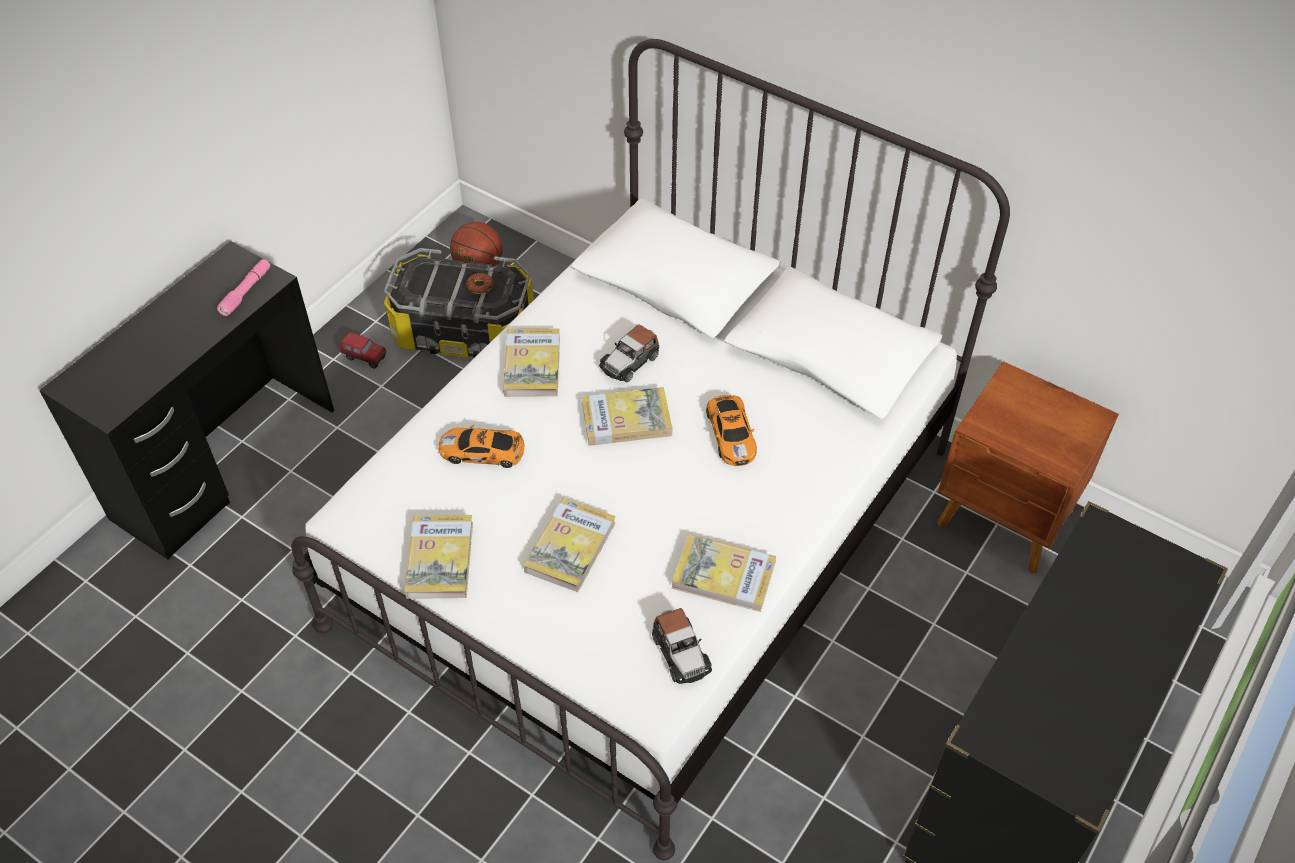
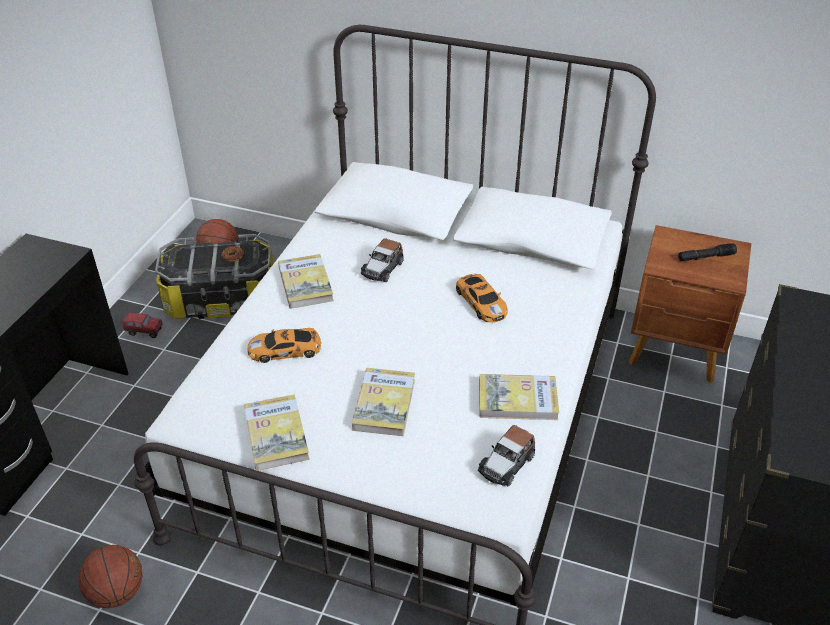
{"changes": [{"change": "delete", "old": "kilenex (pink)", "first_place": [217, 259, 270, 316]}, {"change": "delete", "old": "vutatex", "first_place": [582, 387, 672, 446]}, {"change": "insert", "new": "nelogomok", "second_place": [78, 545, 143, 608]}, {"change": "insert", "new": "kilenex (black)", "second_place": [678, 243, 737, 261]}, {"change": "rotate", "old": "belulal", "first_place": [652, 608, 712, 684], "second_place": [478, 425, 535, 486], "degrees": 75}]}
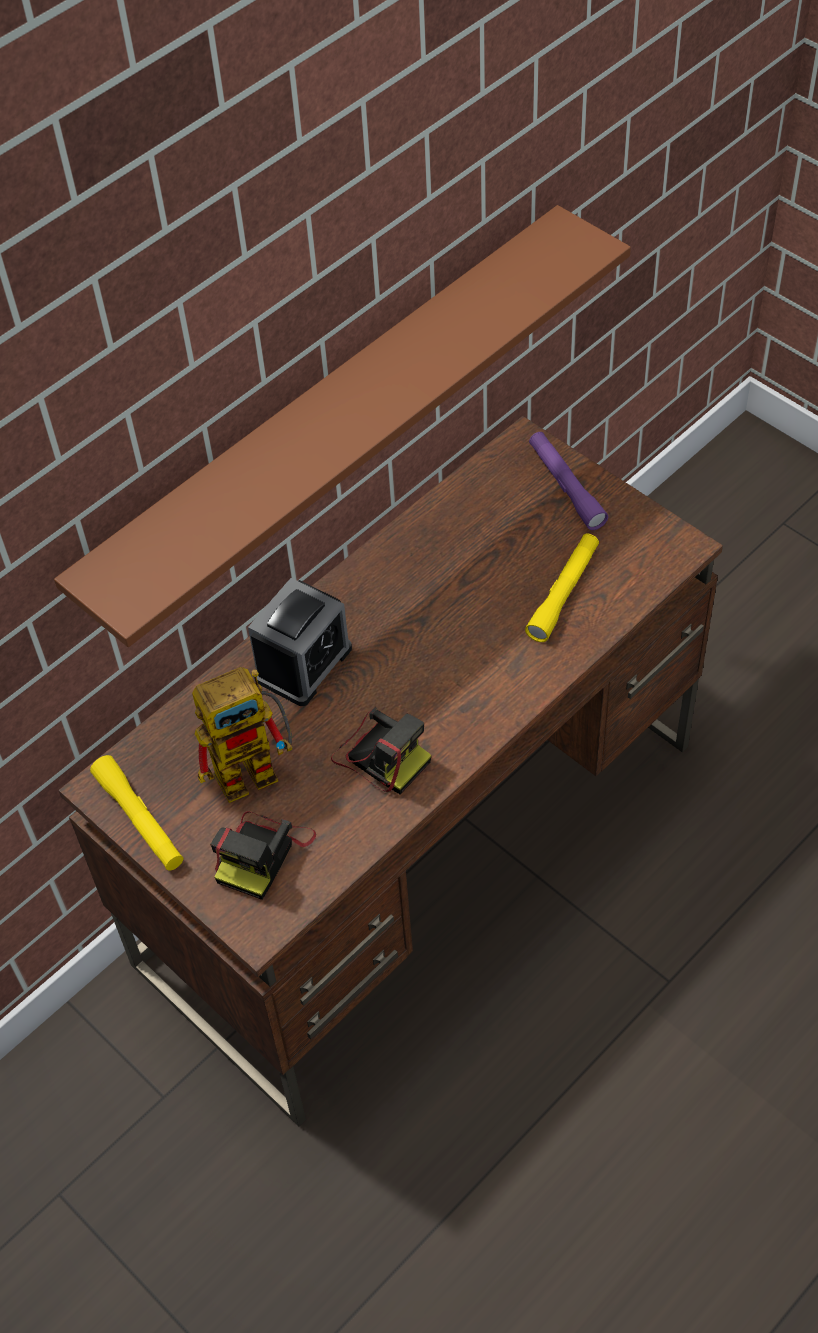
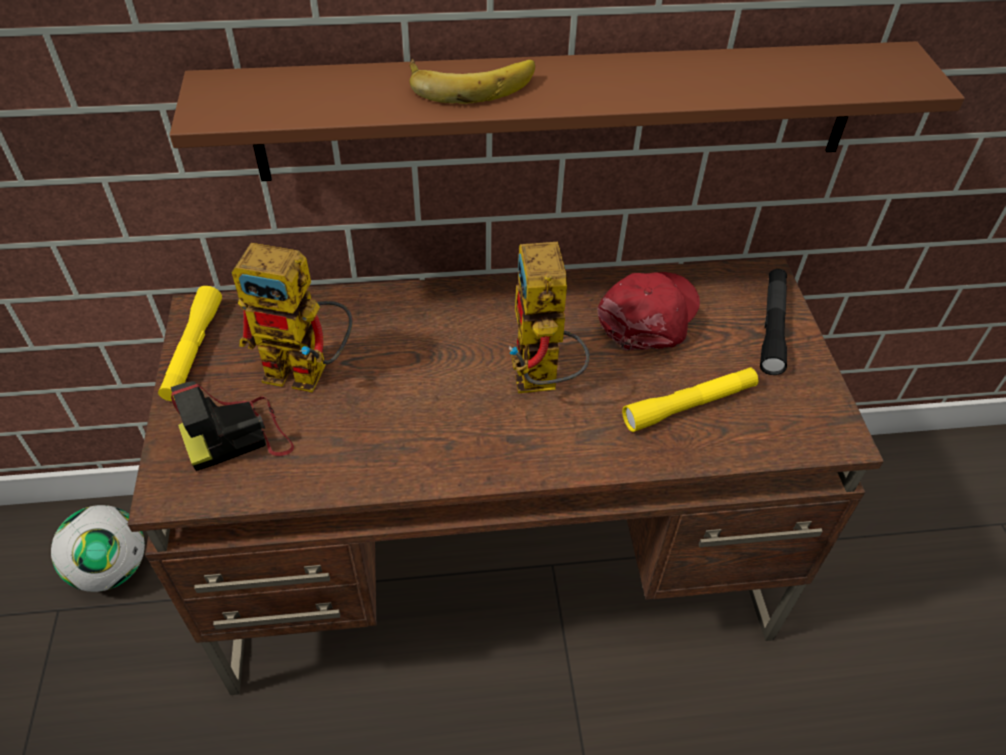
{"changes": [{"change": "delete", "old": "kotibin", "first_place": [248, 578, 352, 706]}, {"change": "delete", "old": "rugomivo", "first_place": [331, 707, 431, 795]}, {"change": "insert", "new": "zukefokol", "second_place": [51, 505, 145, 592]}, {"change": "insert", "new": "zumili", "second_place": [409, 58, 535, 104]}, {"change": "insert", "new": "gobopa", "second_place": [509, 242, 590, 393]}, {"change": "insert", "new": "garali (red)", "second_place": [597, 272, 700, 351]}, {"change": "recolor", "old": "kilenex (purple)", "new": "kilenex (black)", "first_place": [529, 432, 608, 530], "second_place": [760, 269, 787, 375]}]}
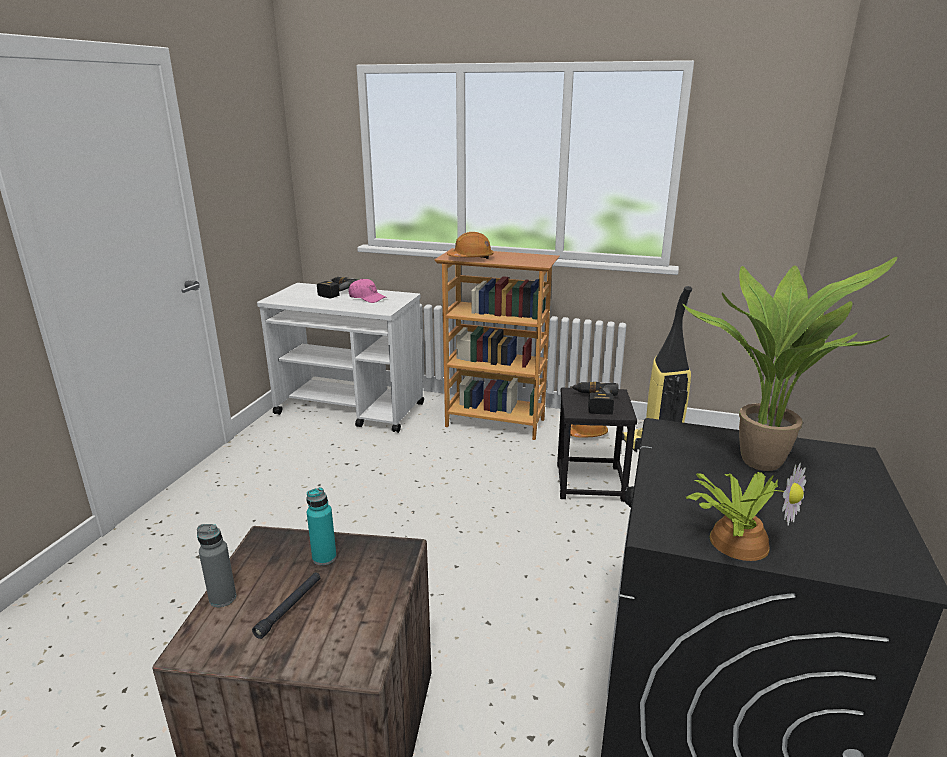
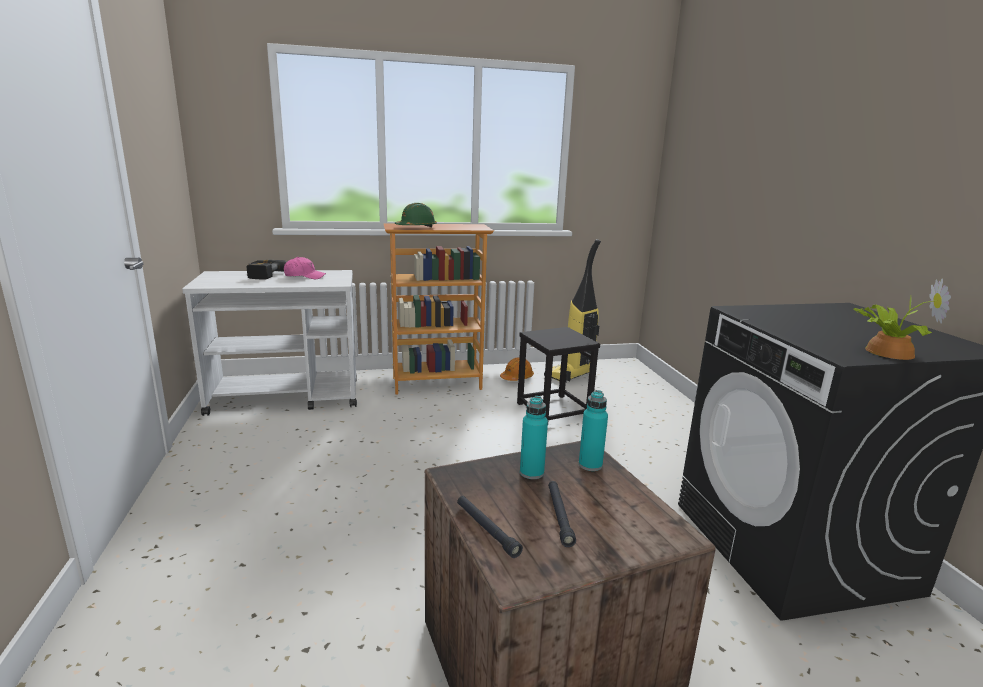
{"changes": [{"change": "delete", "old": "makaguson", "first_place": [570, 382, 619, 415]}, {"change": "delete", "old": "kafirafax", "first_place": [682, 257, 897, 471]}, {"change": "insert", "new": "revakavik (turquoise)", "second_place": [579, 390, 608, 471]}, {"change": "replace", "old": "revakavik (grey)", "new": "kilenex (black)", "first_place": [197, 524, 236, 607], "second_place": [457, 496, 523, 558]}, {"change": "recolor", "old": "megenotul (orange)", "new": "megenotul (green)", "first_place": [447, 232, 494, 259], "second_place": [395, 203, 437, 228]}]}
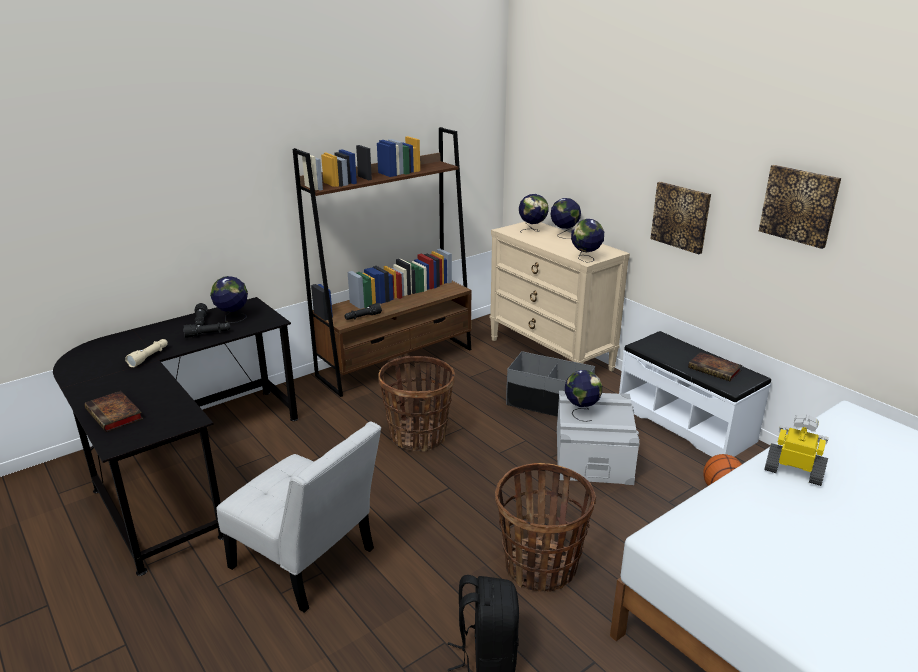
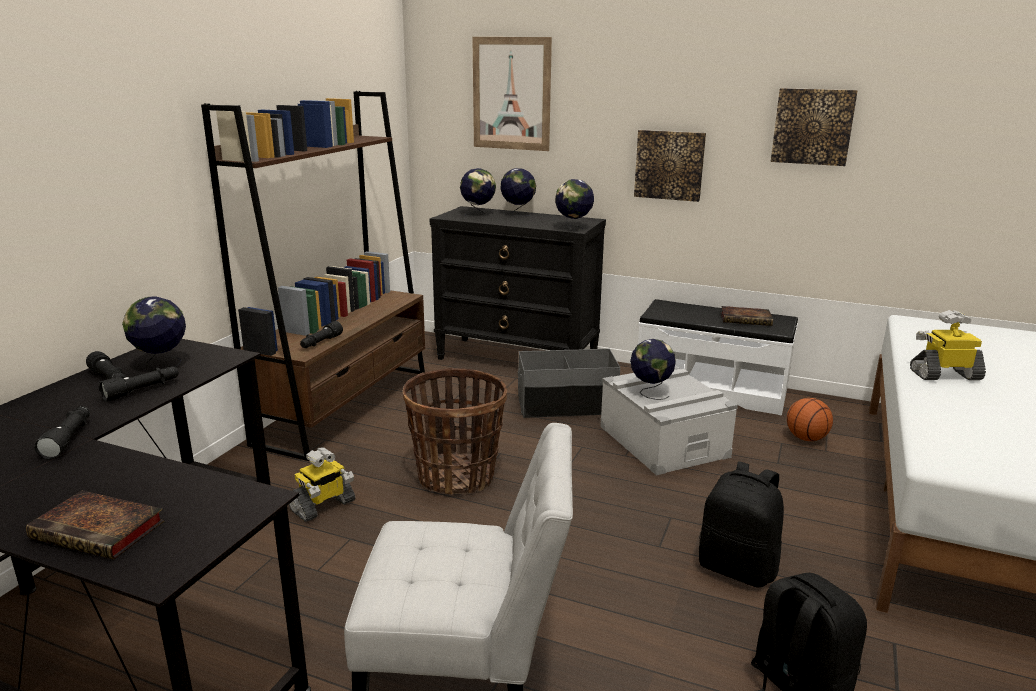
{"changes": [{"change": "insert", "new": "gobopa", "second_place": [289, 448, 356, 522]}, {"change": "insert", "new": "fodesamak", "second_place": [472, 37, 552, 151]}, {"change": "replace", "old": "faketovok", "new": "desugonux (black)", "first_place": [495, 463, 596, 592], "second_place": [699, 462, 784, 588]}, {"change": "recolor", "old": "kilenex (beige)", "new": "kilenex (black)", "first_place": [125, 339, 168, 367], "second_place": [34, 406, 90, 460]}, {"change": "recolor", "old": "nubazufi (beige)", "new": "nubazufi (black)", "first_place": [490, 222, 630, 372], "second_place": [430, 206, 606, 360]}]}
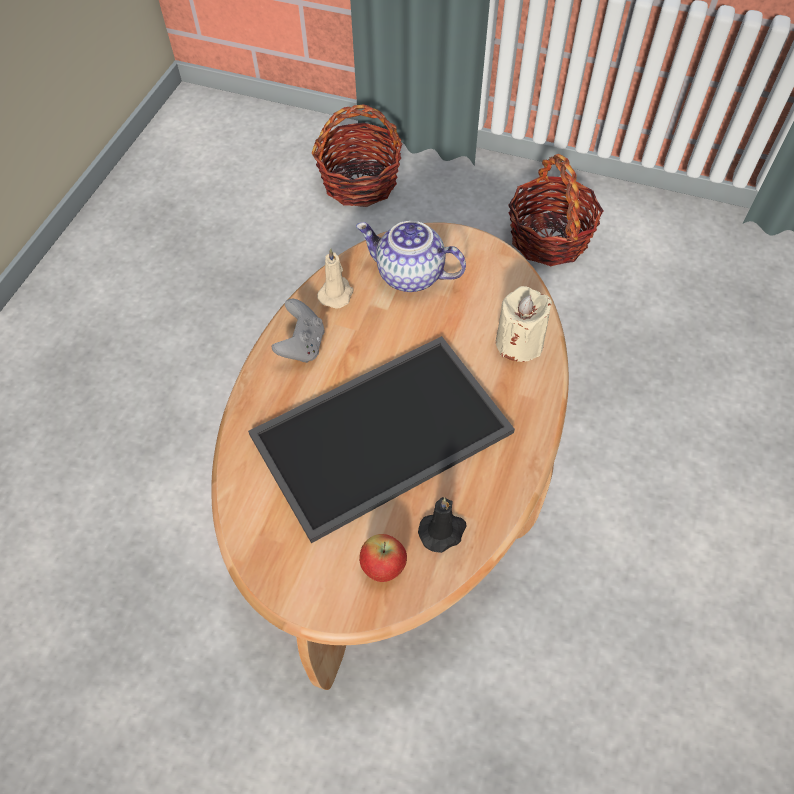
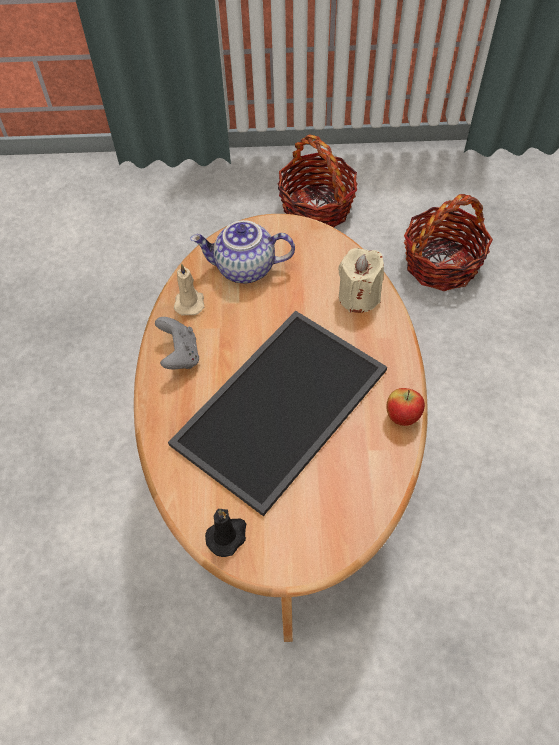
{"changes": [{"change": "move", "old": "faketovok", "first_place": [311, 104, 403, 207], "second_place": [404, 194, 493, 291]}, {"change": "move", "old": "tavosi", "first_place": [359, 534, 407, 582], "second_place": [386, 388, 425, 426]}, {"change": "move", "old": "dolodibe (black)", "first_place": [418, 497, 467, 553], "second_place": [205, 509, 246, 557]}]}
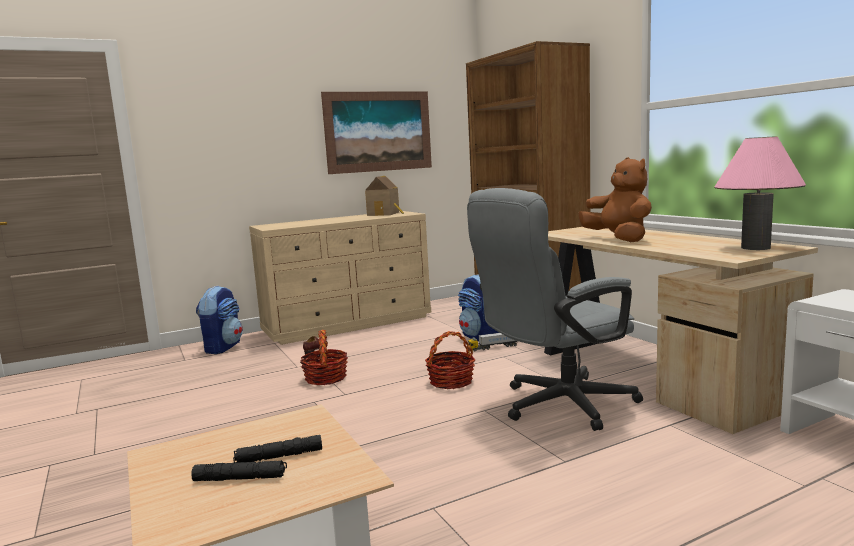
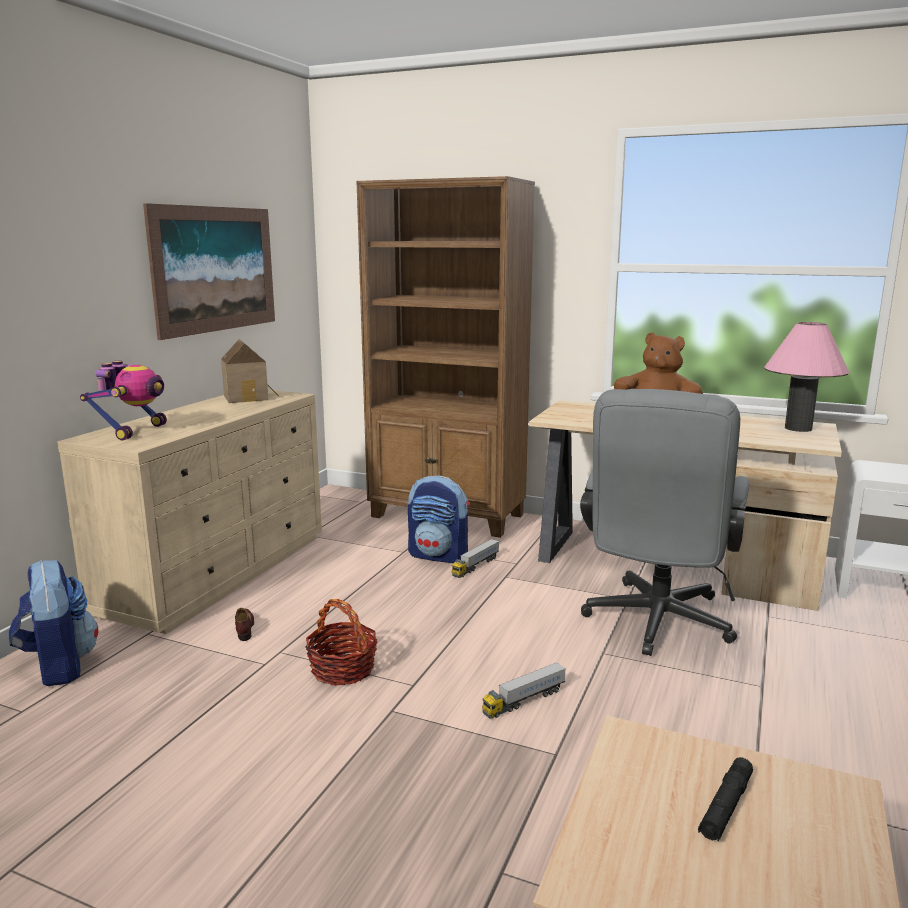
{"changes": [{"change": "delete", "old": "kilenex (black)", "first_place": [191, 460, 287, 481]}, {"change": "delete", "old": "faketovok", "first_place": [425, 331, 475, 389]}, {"change": "insert", "new": "gobopa", "second_place": [80, 361, 167, 441]}, {"change": "insert", "new": "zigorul", "second_place": [482, 662, 566, 719]}]}
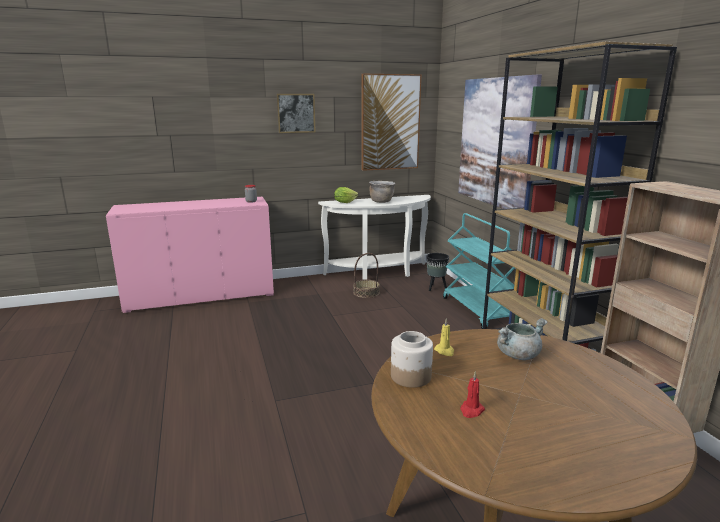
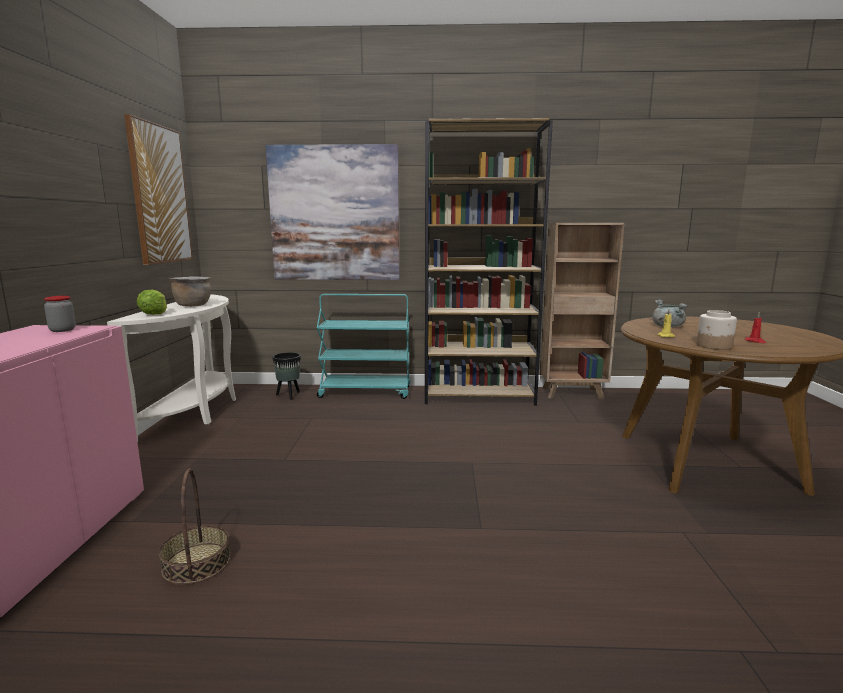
{"changes": [{"change": "delete", "old": "fodesamak", "first_place": [277, 94, 316, 133]}, {"change": "move", "old": "faketovok", "first_place": [353, 253, 380, 298], "second_place": [159, 468, 231, 585]}]}
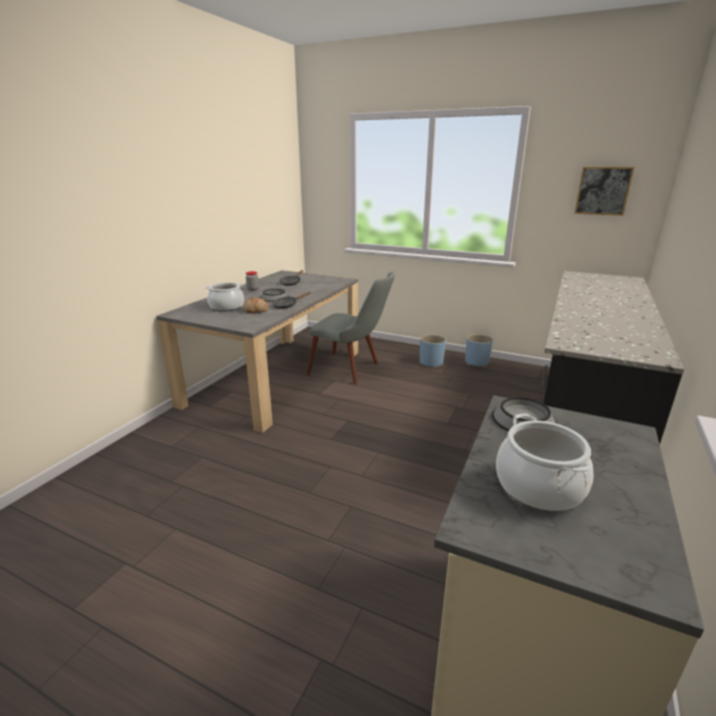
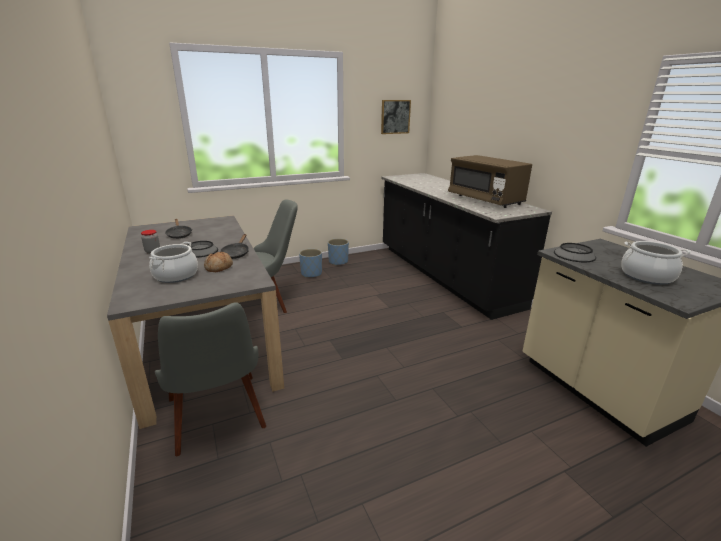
{"changes": [{"change": "insert", "new": "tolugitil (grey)", "second_place": [155, 302, 266, 456]}, {"change": "insert", "new": "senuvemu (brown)", "second_place": [448, 155, 532, 208]}]}
